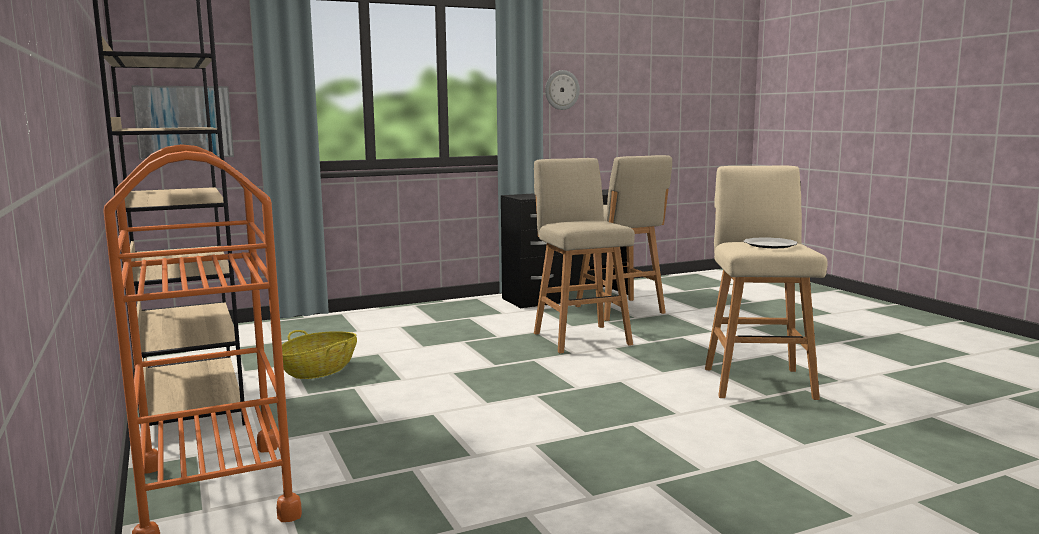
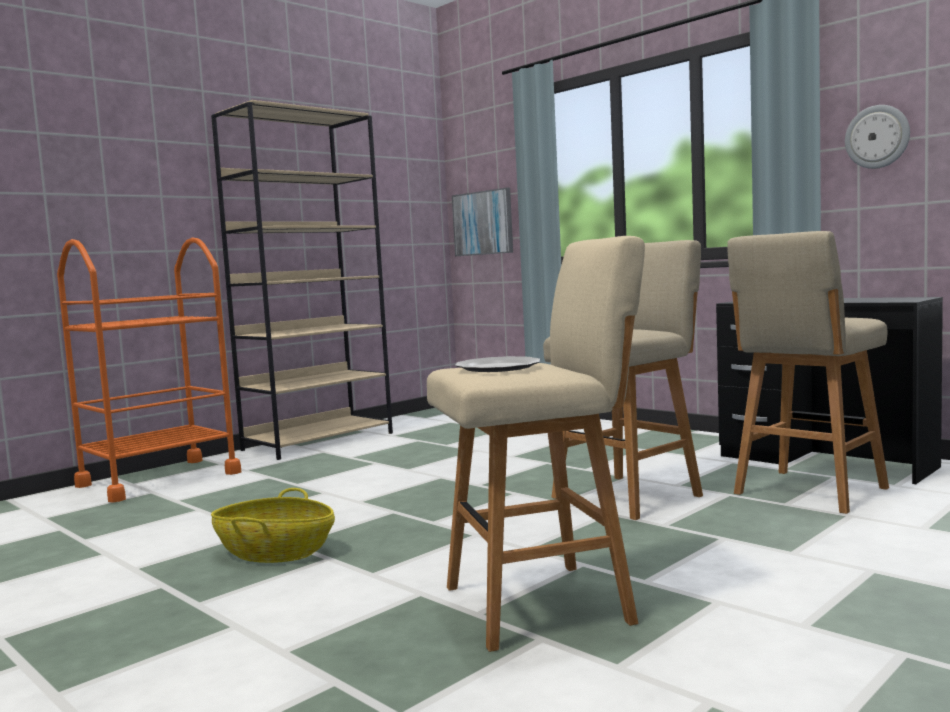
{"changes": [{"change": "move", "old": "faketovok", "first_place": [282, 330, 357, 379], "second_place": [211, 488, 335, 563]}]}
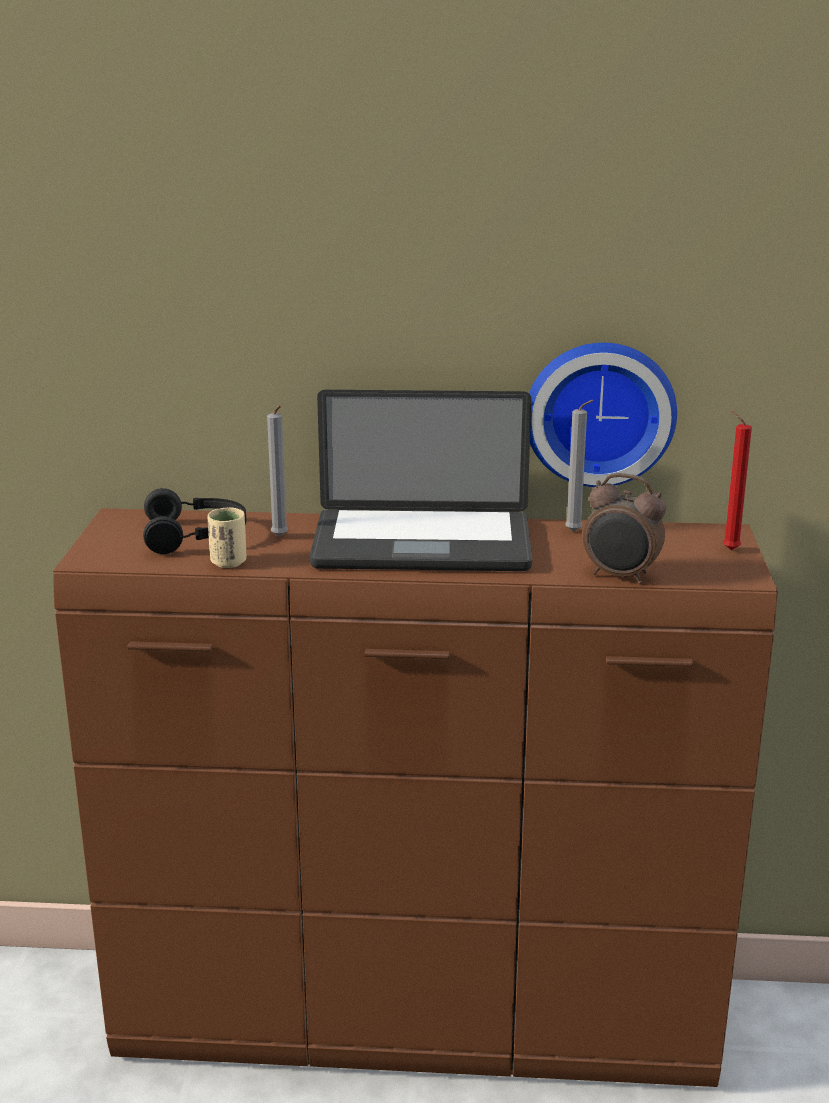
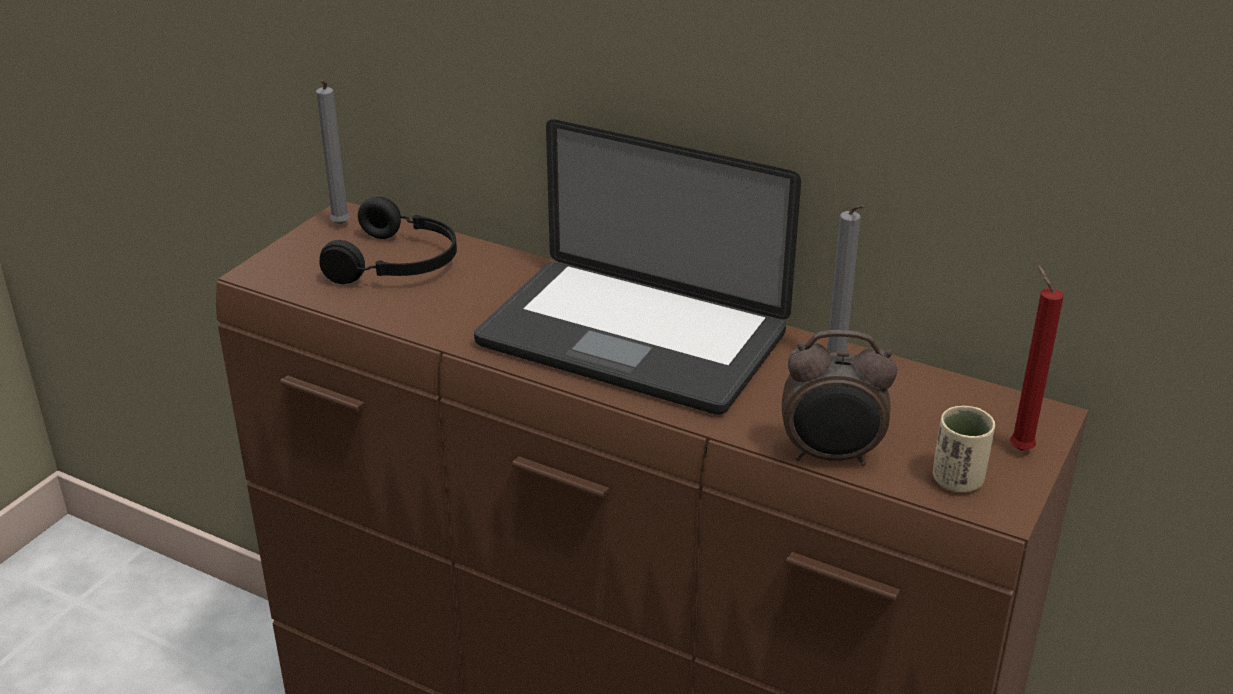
{"changes": [{"change": "delete", "old": "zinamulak", "first_place": [529, 343, 677, 487]}, {"change": "move", "old": "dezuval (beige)", "first_place": [207, 507, 246, 568], "second_place": [933, 406, 995, 493]}, {"change": "move", "old": "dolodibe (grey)", "first_place": [267, 405, 288, 537], "second_place": [316, 81, 350, 225]}, {"change": "rotate", "old": "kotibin", "first_place": [583, 473, 666, 584], "second_place": [782, 330, 897, 466], "degrees": -45}]}
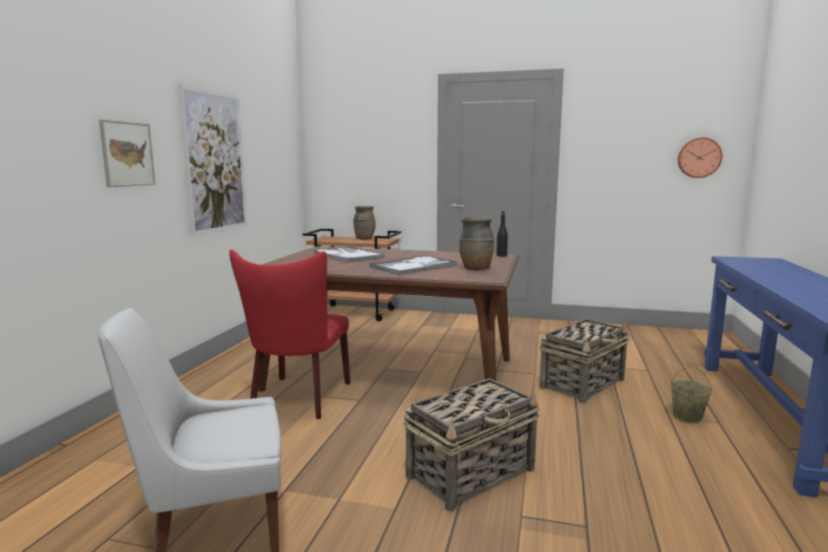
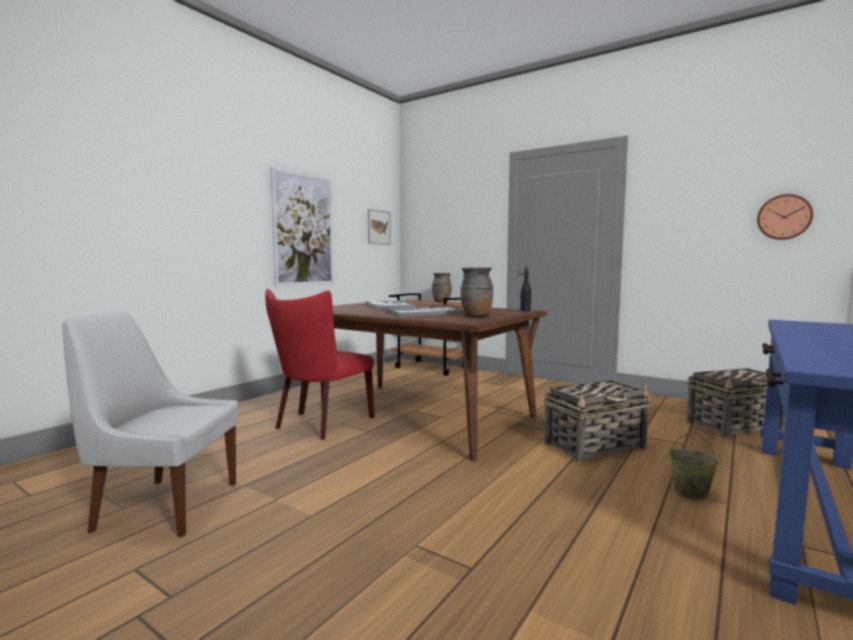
{"changes": [{"change": "move", "old": "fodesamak", "first_place": [99, 119, 156, 187], "second_place": [368, 209, 391, 245]}, {"change": "move", "old": "faketovok", "first_place": [403, 378, 540, 511], "second_place": [686, 368, 785, 437]}]}
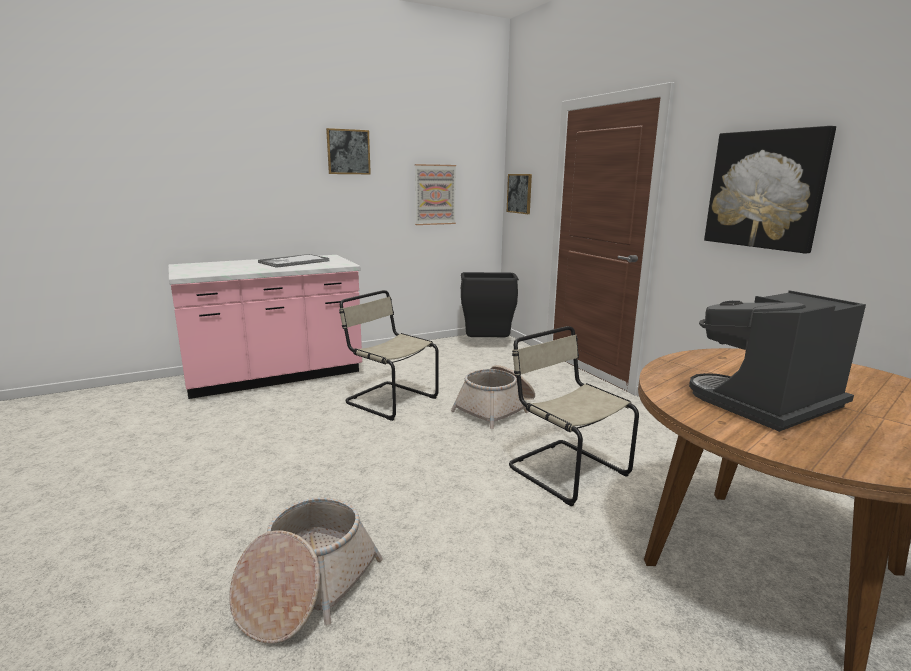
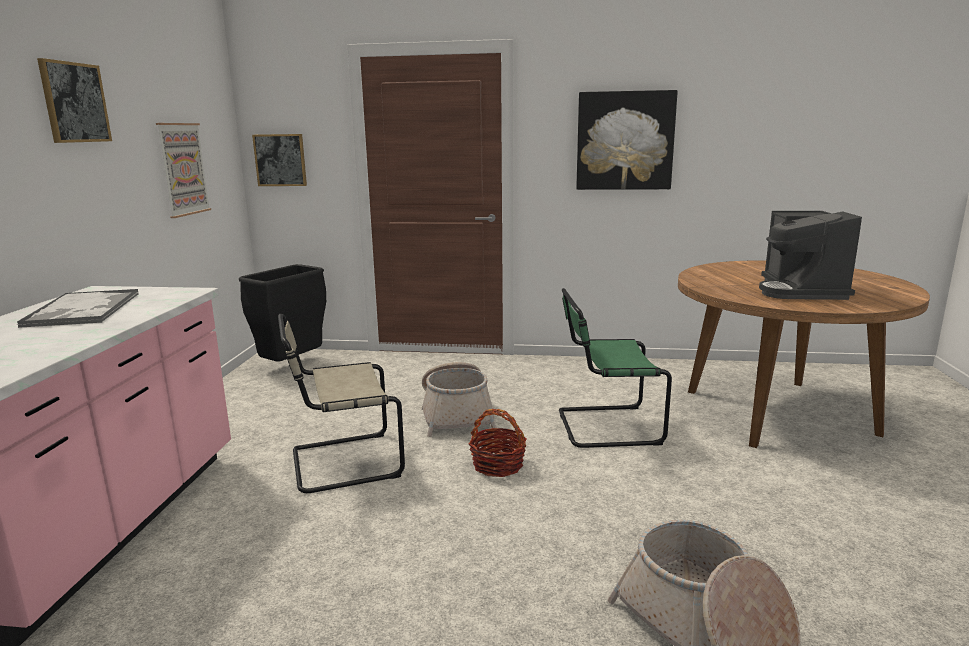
{"changes": [{"change": "insert", "new": "faketovok", "second_place": [469, 409, 527, 477]}, {"change": "recolor", "old": "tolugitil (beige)", "new": "tolugitil (green)", "first_place": [509, 326, 639, 506], "second_place": [559, 288, 672, 448]}]}
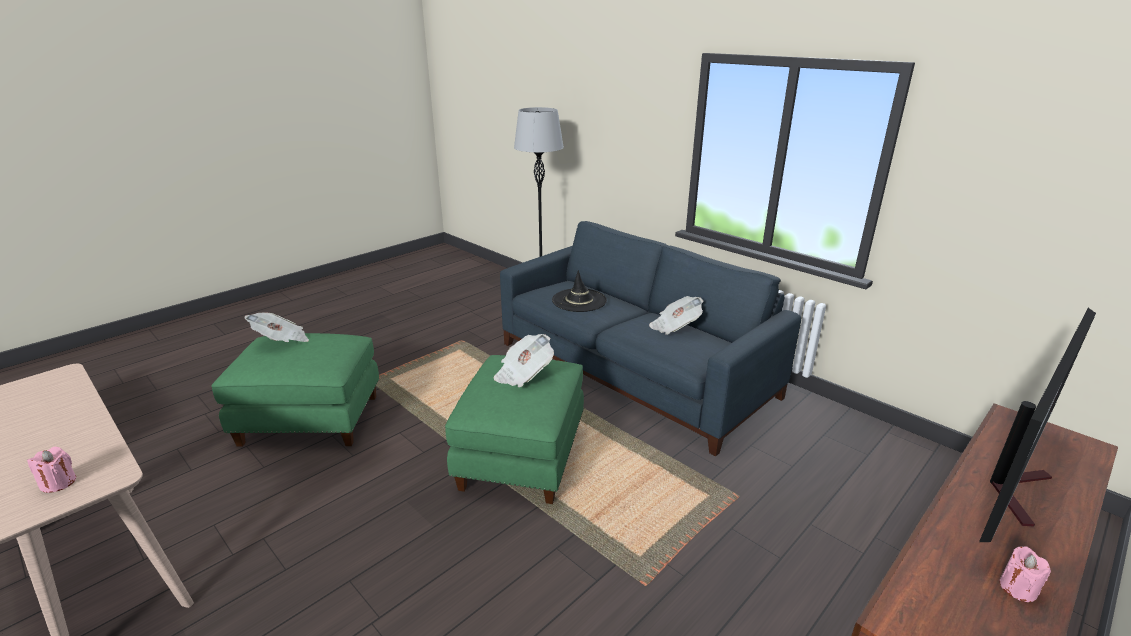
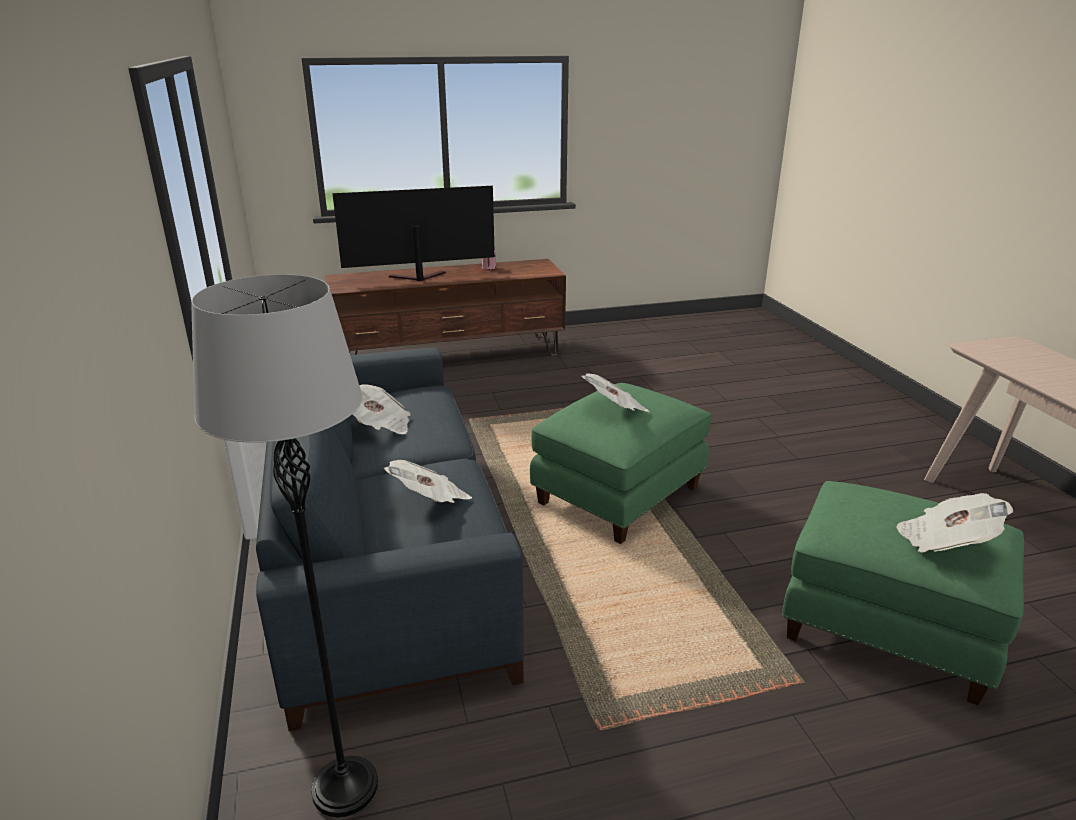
{"changes": [{"change": "delete", "old": "dolodibe (pink)", "first_place": [27, 447, 76, 493]}, {"change": "replace", "old": "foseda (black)", "new": "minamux", "first_place": [552, 270, 607, 312], "second_place": [384, 460, 472, 503]}]}
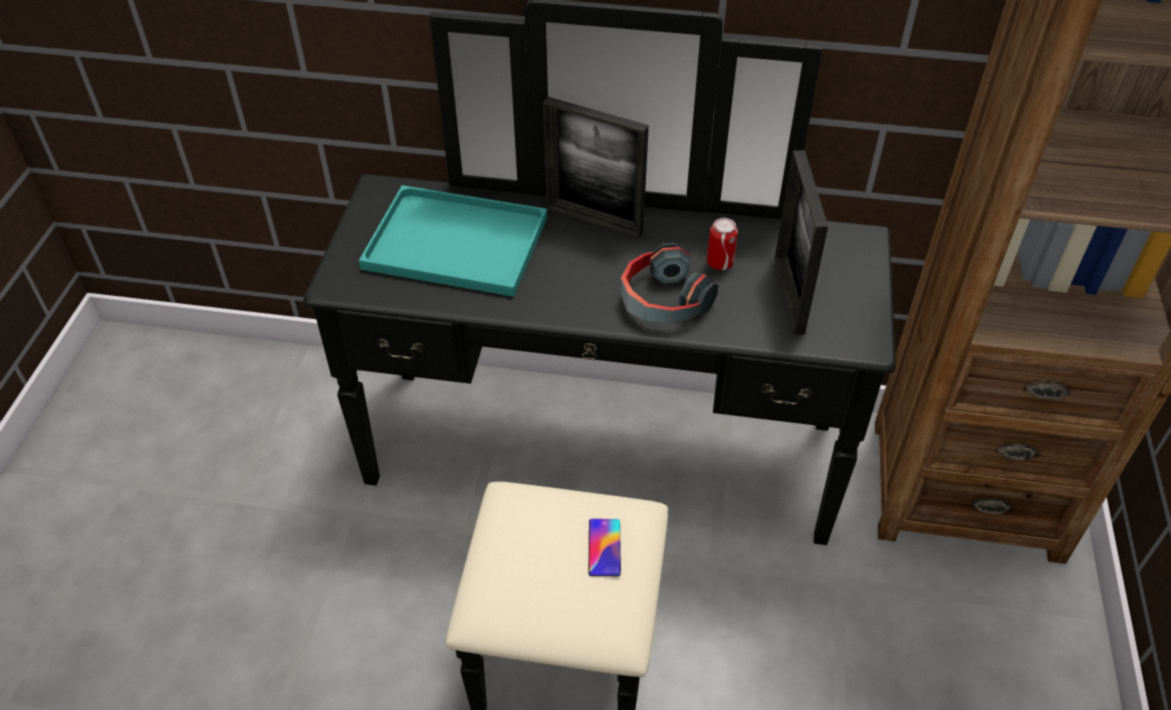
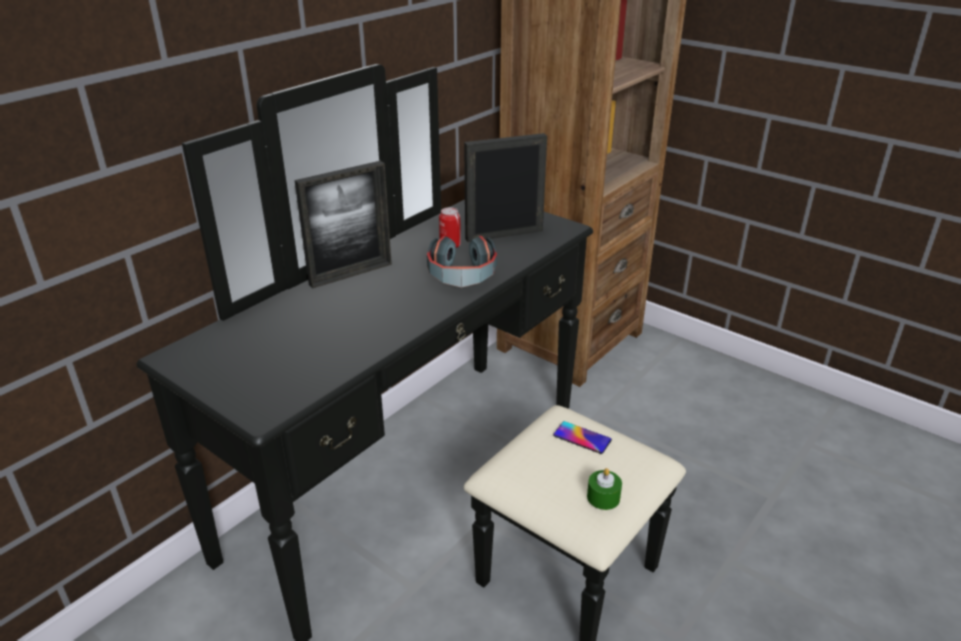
{"changes": [{"change": "delete", "old": "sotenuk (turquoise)", "first_place": [359, 185, 547, 297]}, {"change": "insert", "new": "dolodibe (green)", "second_place": [587, 468, 622, 510]}, {"change": "rotate", "old": "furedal", "first_place": [775, 150, 828, 335], "second_place": [464, 133, 547, 242], "degrees": 135}]}
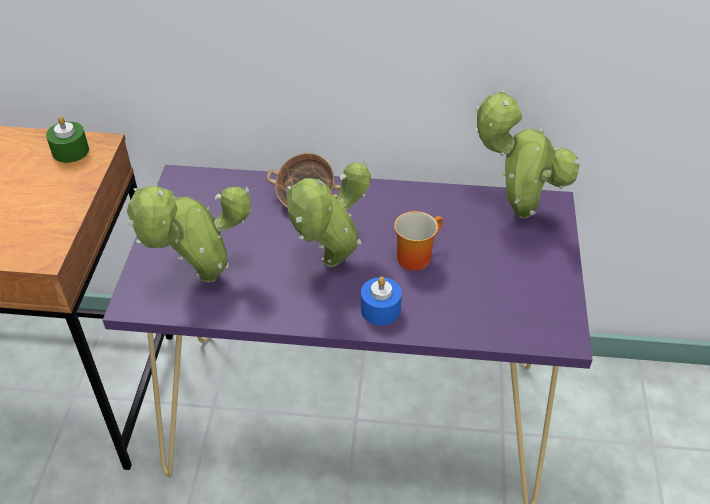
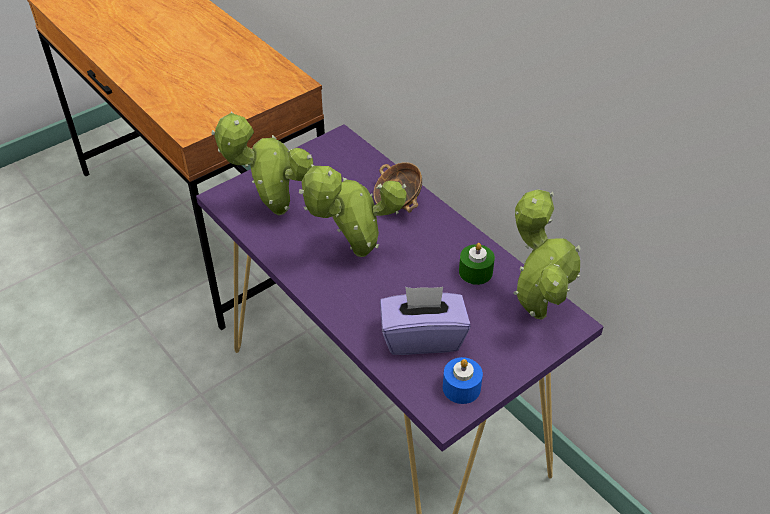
{"changes": [{"change": "delete", "old": "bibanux", "first_place": [394, 211, 443, 271]}, {"change": "insert", "new": "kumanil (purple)", "second_place": [380, 287, 470, 355]}, {"change": "move", "old": "dolodibe (green)", "first_place": [46, 116, 89, 163], "second_place": [459, 243, 495, 285]}, {"change": "move", "old": "dolodibe (blue)", "first_place": [361, 277, 402, 325], "second_place": [443, 357, 483, 404]}]}
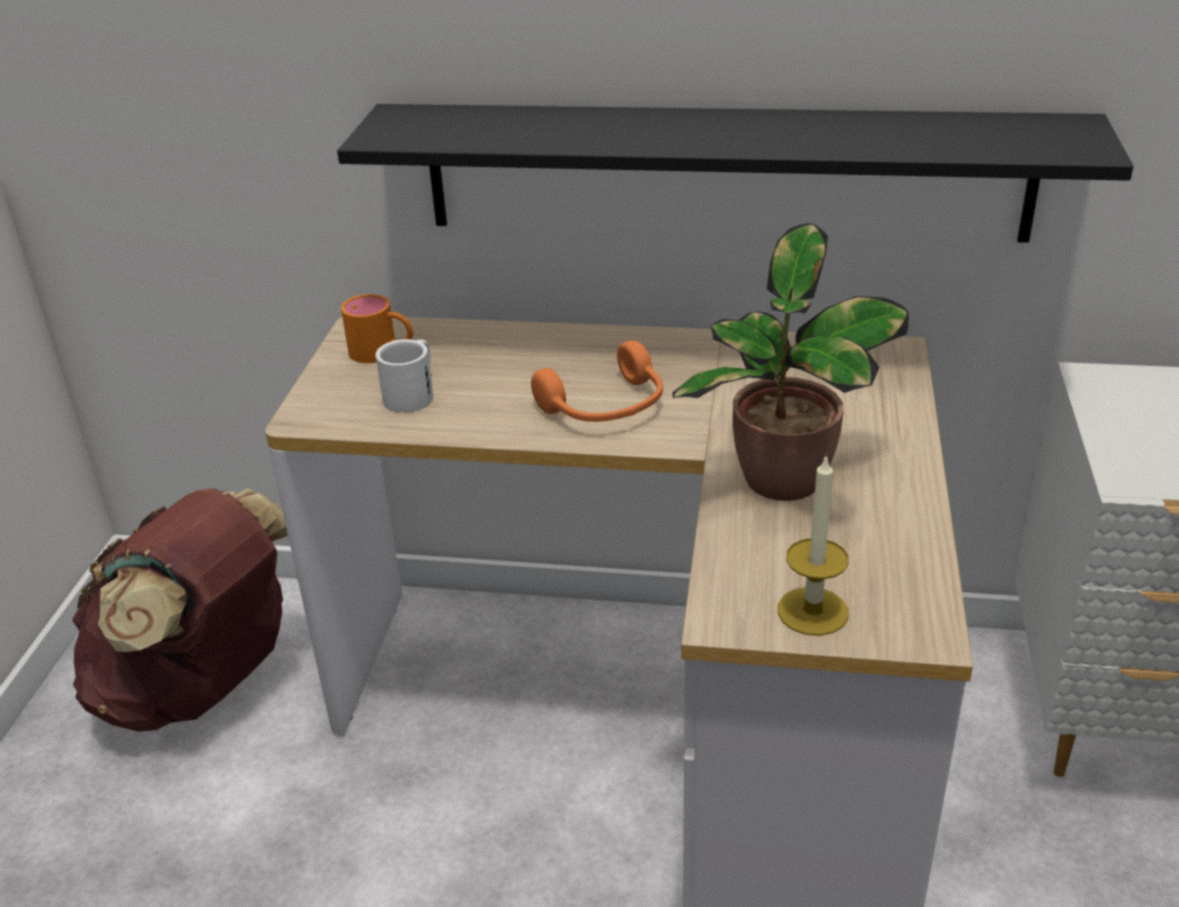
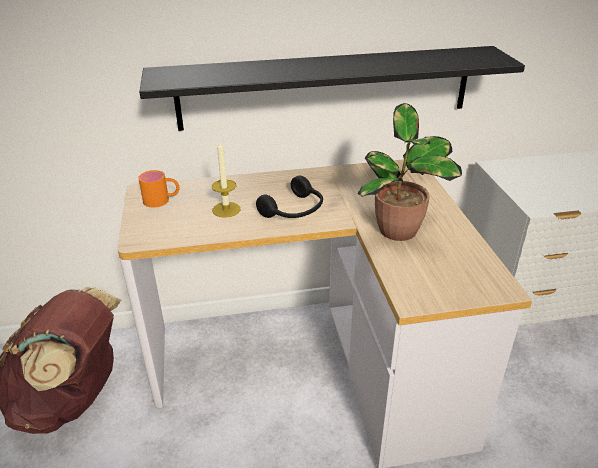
{"changes": [{"change": "delete", "old": "bibanux (white)", "first_place": [375, 339, 433, 413]}, {"change": "move", "old": "dolodibe", "first_place": [777, 457, 849, 636], "second_place": [212, 141, 240, 218]}, {"change": "recolor", "old": "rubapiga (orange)", "new": "rubapiga (black)", "first_place": [531, 340, 663, 422], "second_place": [256, 176, 323, 218]}]}
